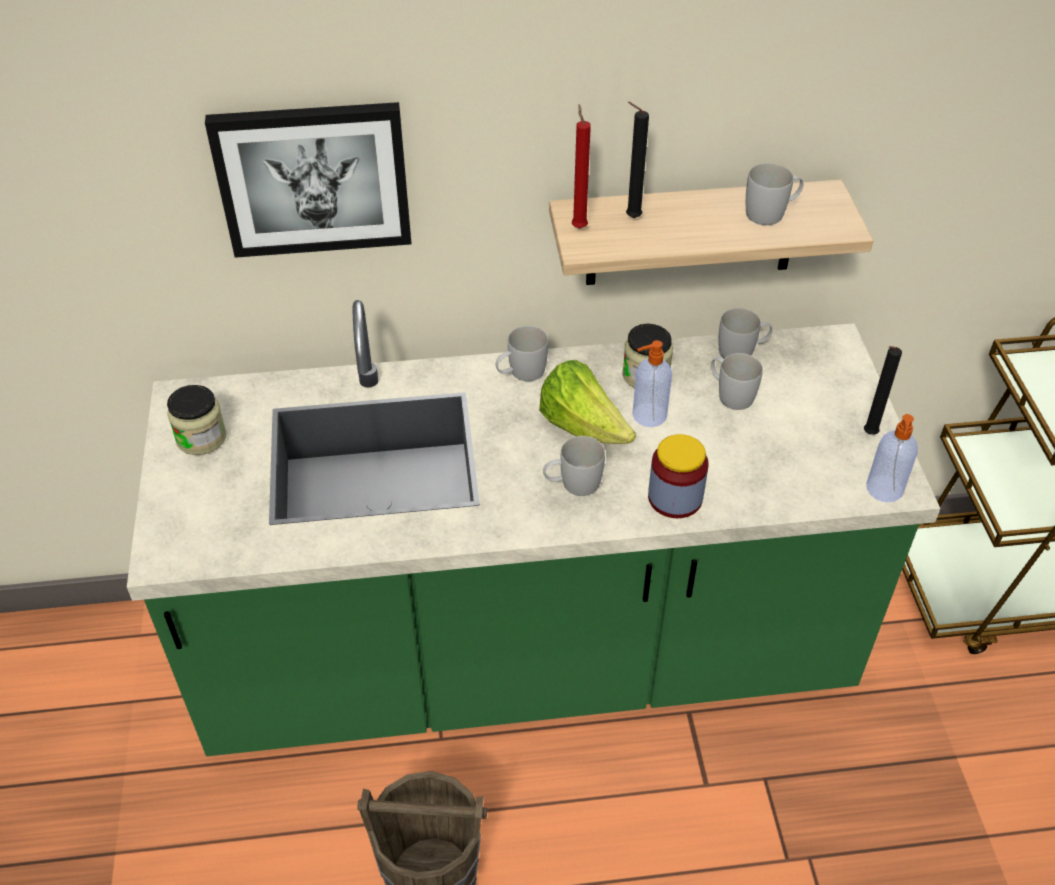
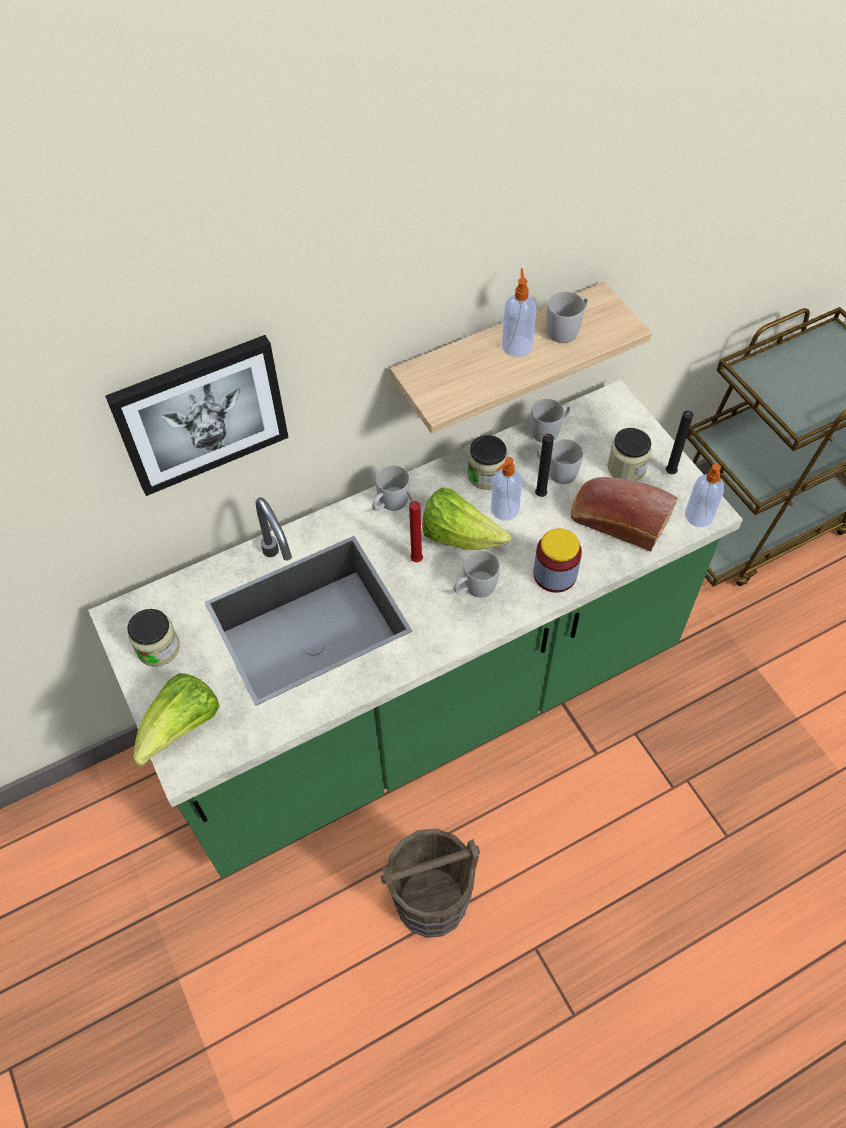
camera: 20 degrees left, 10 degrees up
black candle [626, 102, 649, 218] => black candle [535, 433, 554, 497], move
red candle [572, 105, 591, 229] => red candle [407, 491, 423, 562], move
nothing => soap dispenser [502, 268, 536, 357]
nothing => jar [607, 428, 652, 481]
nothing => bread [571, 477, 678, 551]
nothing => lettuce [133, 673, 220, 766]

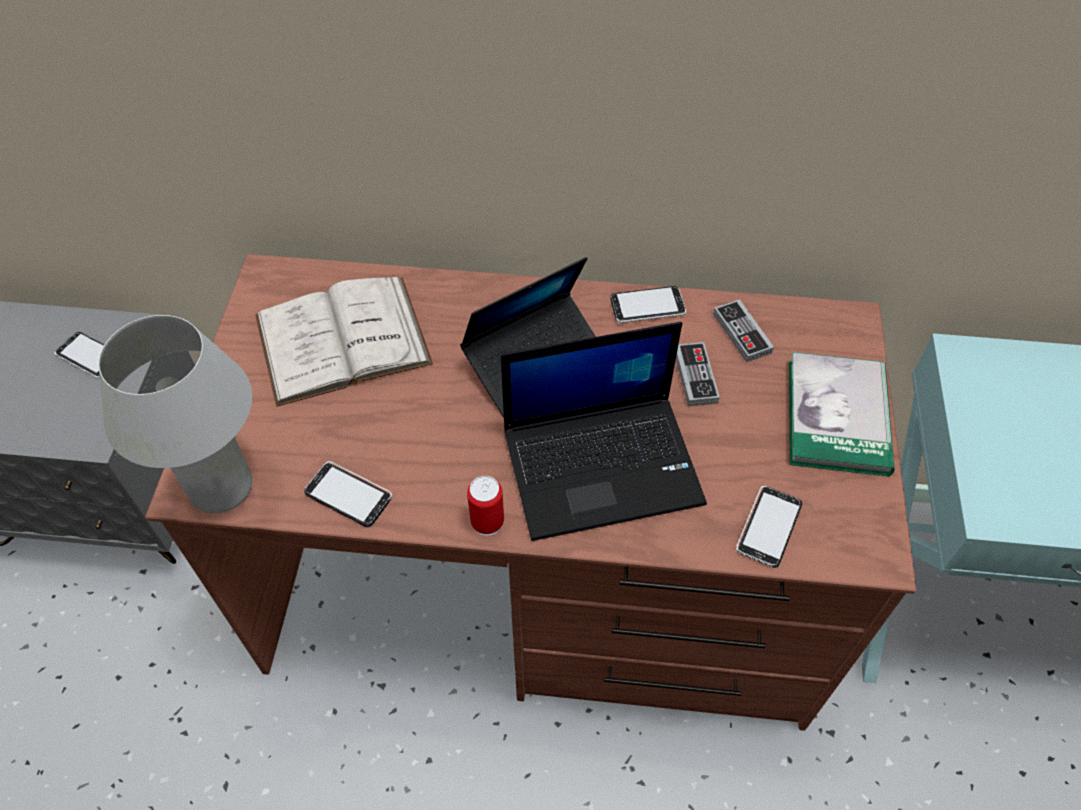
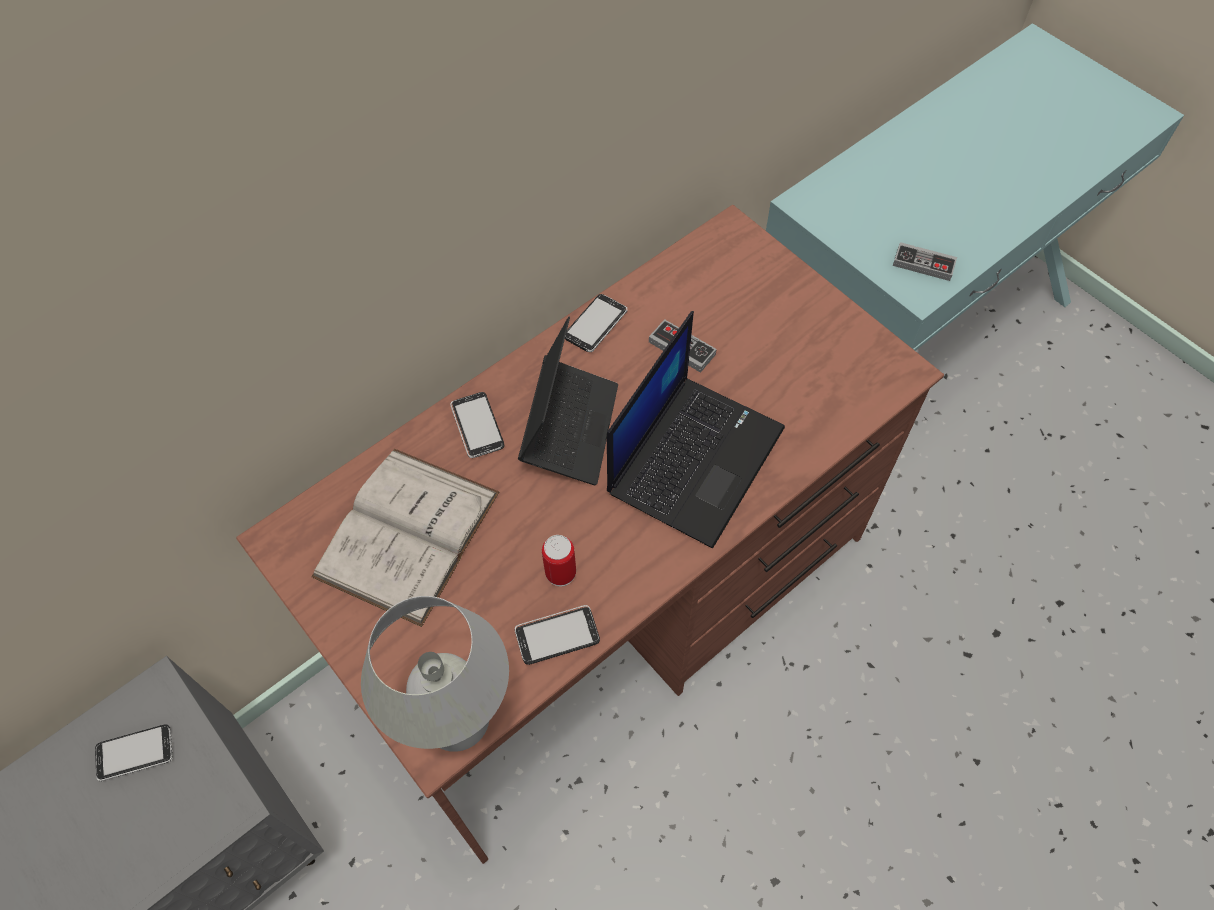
camera: 45 degrees left, 5 degrees up
game controller [713, 299, 774, 362] => game controller [893, 242, 957, 281], move
book [789, 352, 895, 477] => nothing
can [467, 476, 504, 536] => can [542, 535, 576, 587], move
phone [736, 486, 802, 568] => phone [450, 392, 504, 458], move

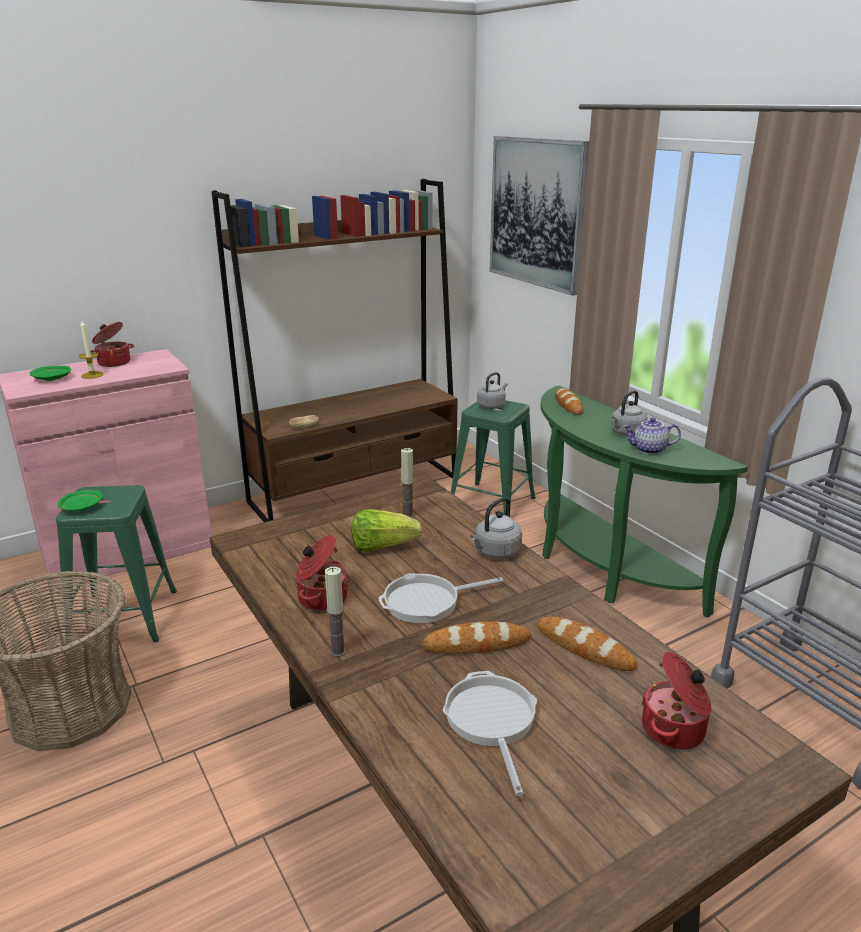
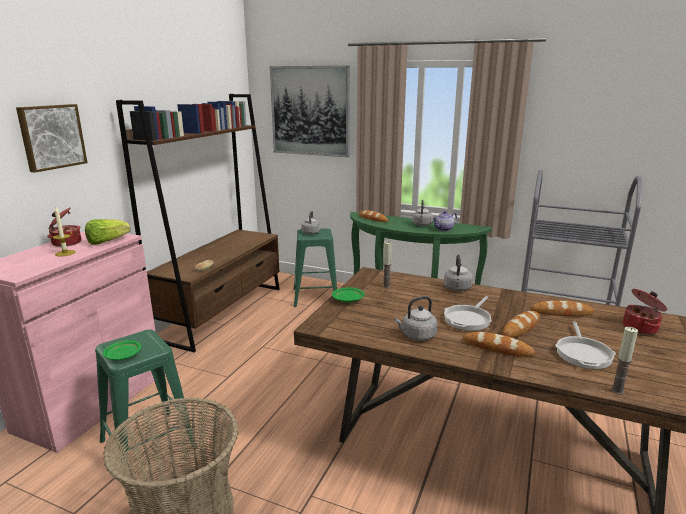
camera: 35 degrees left, 5 degrees down
green plate [30, 366, 71, 381] => green plate [332, 287, 365, 303], move
lettuce [352, 509, 422, 552] => lettuce [85, 219, 131, 245], move
cooking pot [296, 535, 348, 611] => grey kettle [394, 296, 437, 341]
candle [325, 567, 346, 657] => candle [611, 327, 638, 395], move
frying pan [443, 671, 537, 796] => frying pan [555, 321, 616, 369], 120 degrees counterclockwise
nothing => picture [16, 104, 87, 173]
nothing => bread [463, 332, 535, 357]

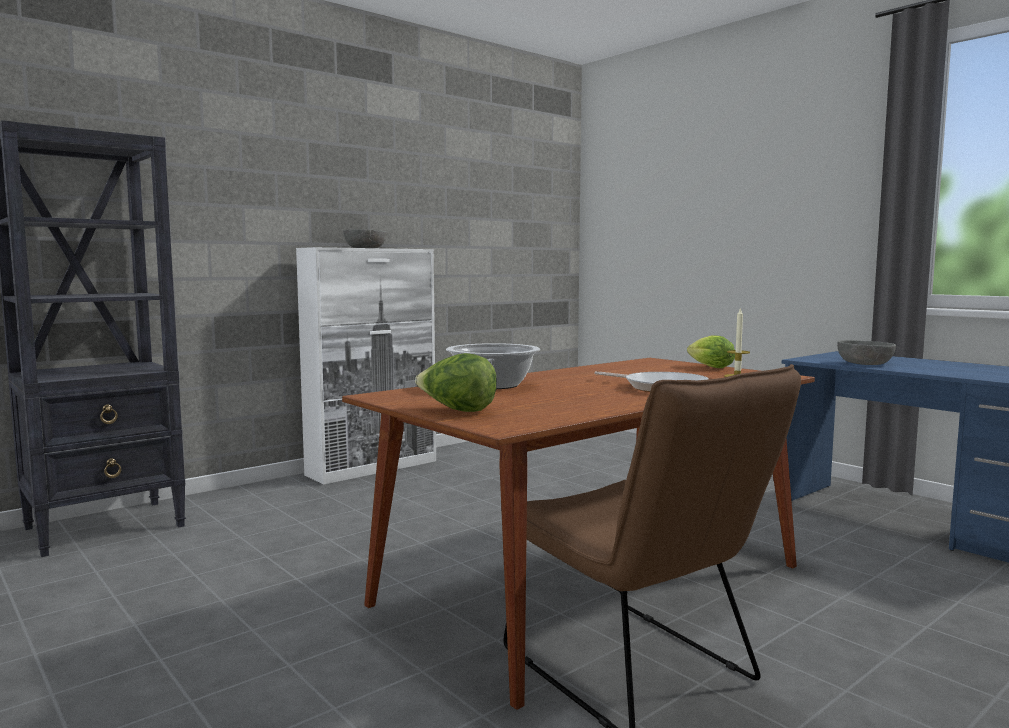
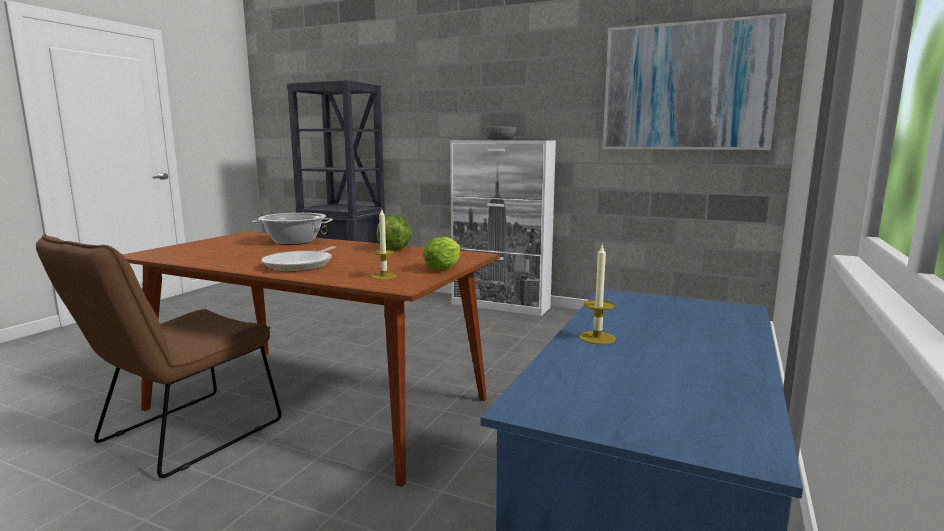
camera: 65 degrees right, 5 degrees up
grey bowl [837, 340, 896, 365] => nothing
lettuce [415, 353, 497, 412] => lettuce [376, 215, 412, 251], move
nothing => picture [602, 13, 786, 150]
nothing => candle [579, 245, 616, 344]

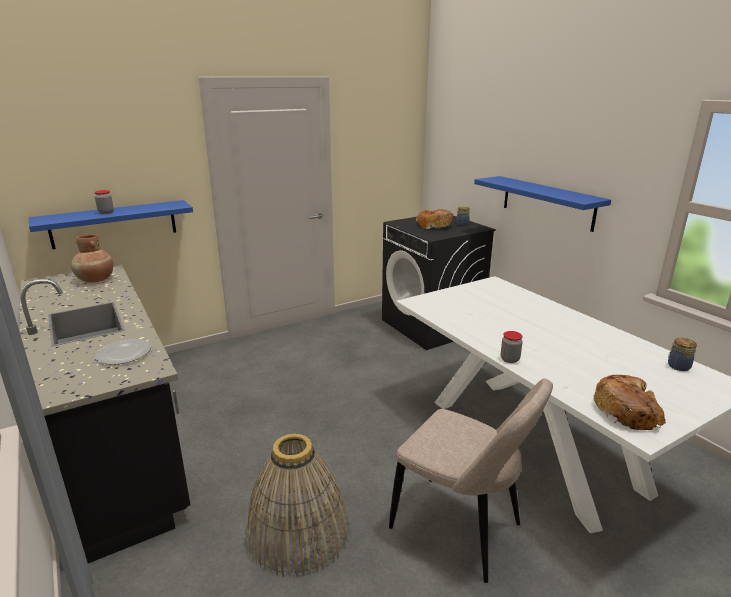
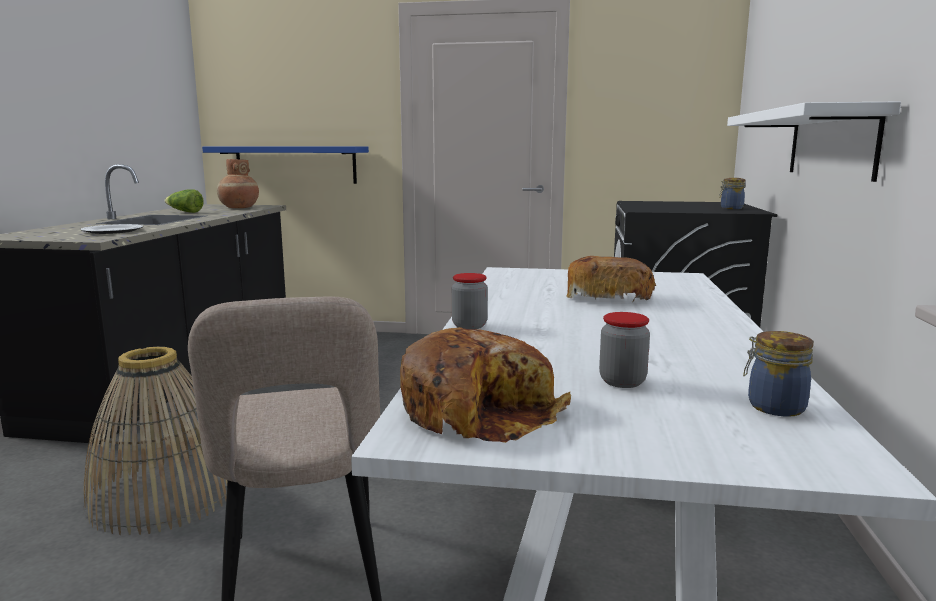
camera: 40 degrees right, 10 degrees down
blue shelf [474, 176, 611, 232] => white shelf [727, 102, 901, 182]
jar [94, 190, 114, 214] => jar [599, 312, 650, 388], move
bread [416, 209, 453, 229] => bread [566, 256, 656, 303], move
nothing => lettuce [165, 189, 204, 213]

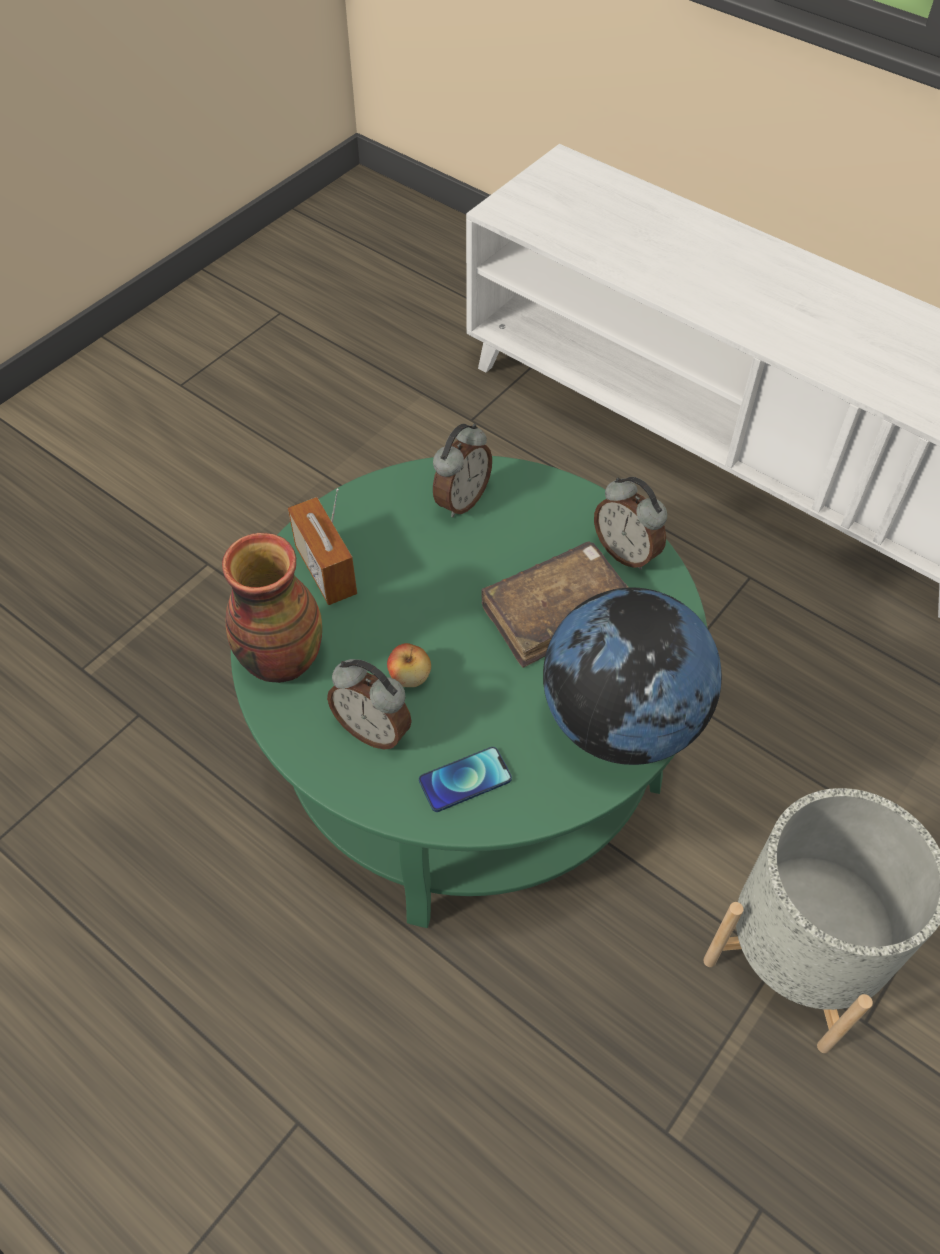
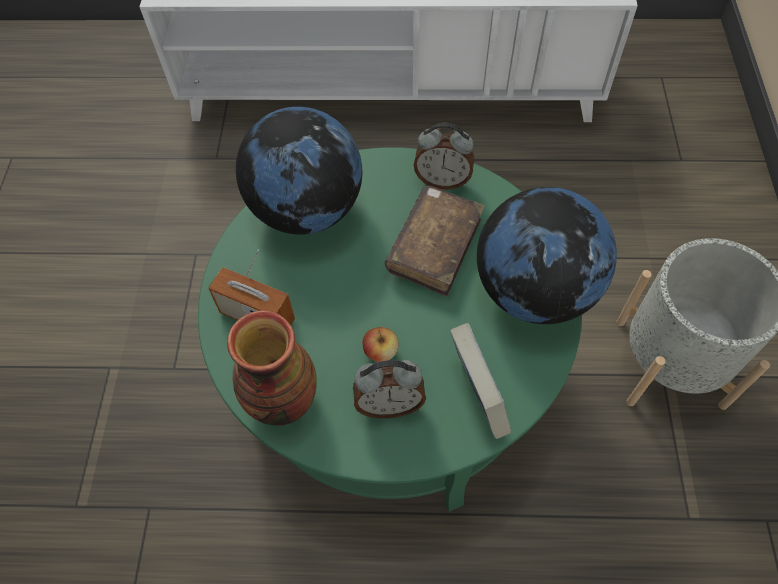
camera: 35 degrees left, 5 degrees up
alarm clock [433, 424, 492, 517] => globe [236, 107, 362, 235]
phone [419, 747, 512, 812] => book [450, 323, 511, 439]

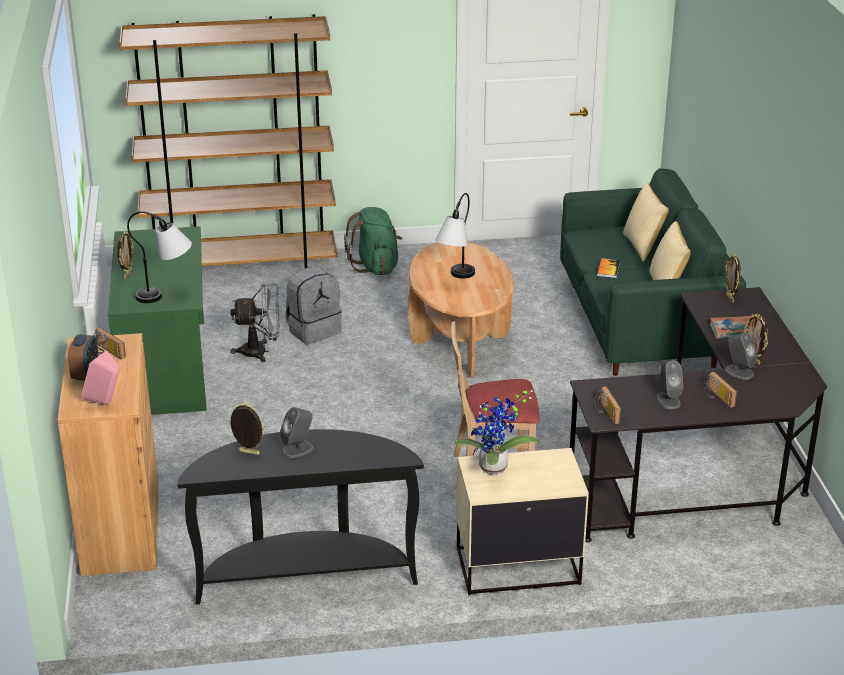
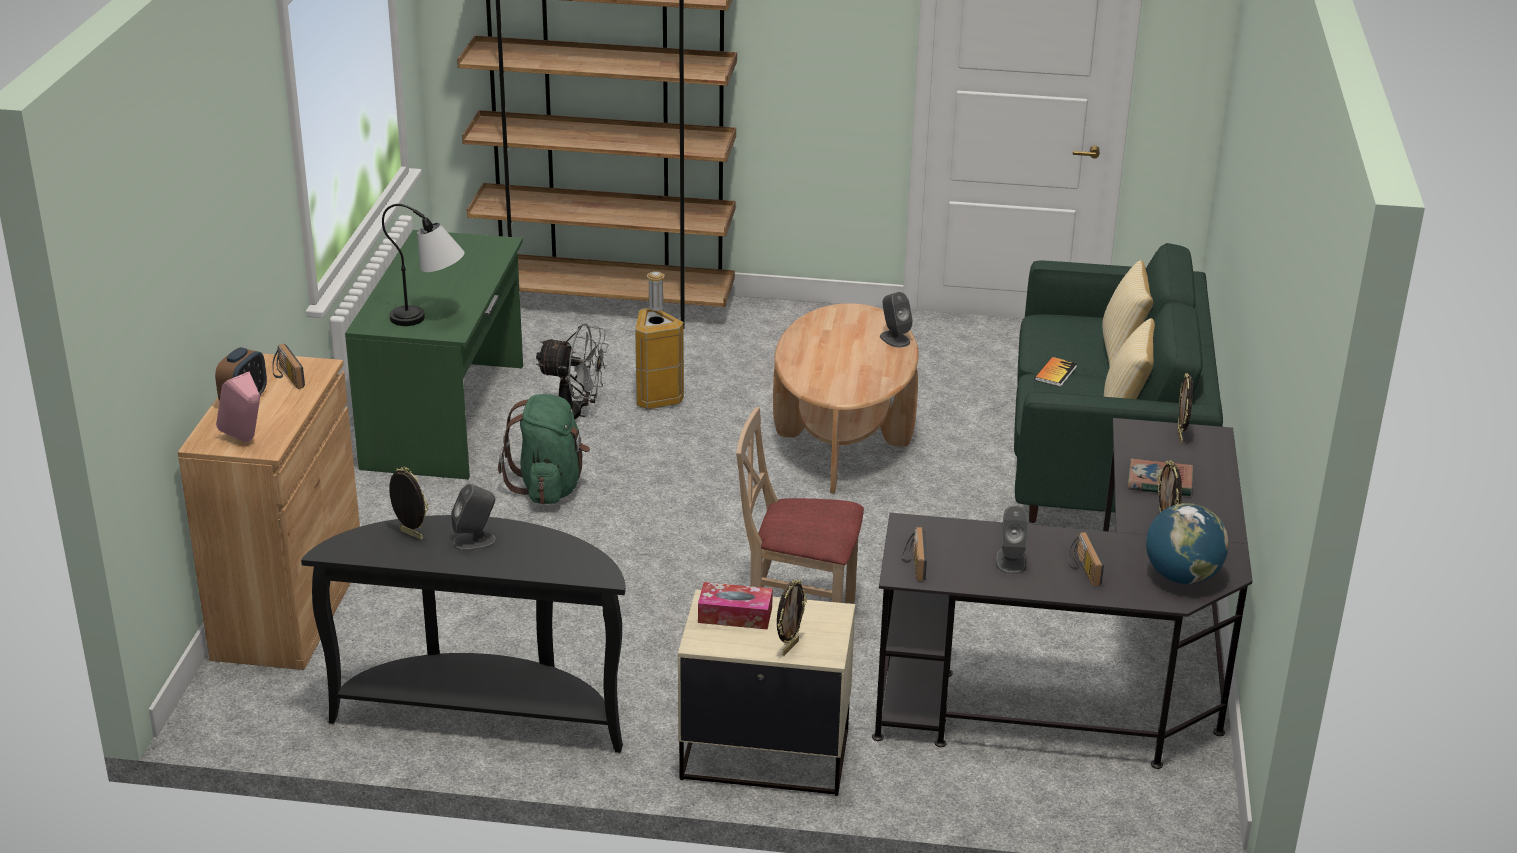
camera: 15 degrees right, 0 degrees up
table lamp [435, 193, 475, 279] => nothing
green backpack [344, 207, 402, 275] => green backpack [498, 394, 590, 505], move
picture frame [117, 231, 134, 279] => picture frame [777, 579, 807, 656], move
grey backpack [286, 267, 342, 344] => trash can [635, 271, 684, 409]
grey speaker [725, 332, 757, 380] => grey speaker [880, 292, 913, 348], move
potted plant [455, 390, 540, 474] => tissue box [698, 582, 773, 629]
nothing => globe [1146, 503, 1229, 584]

